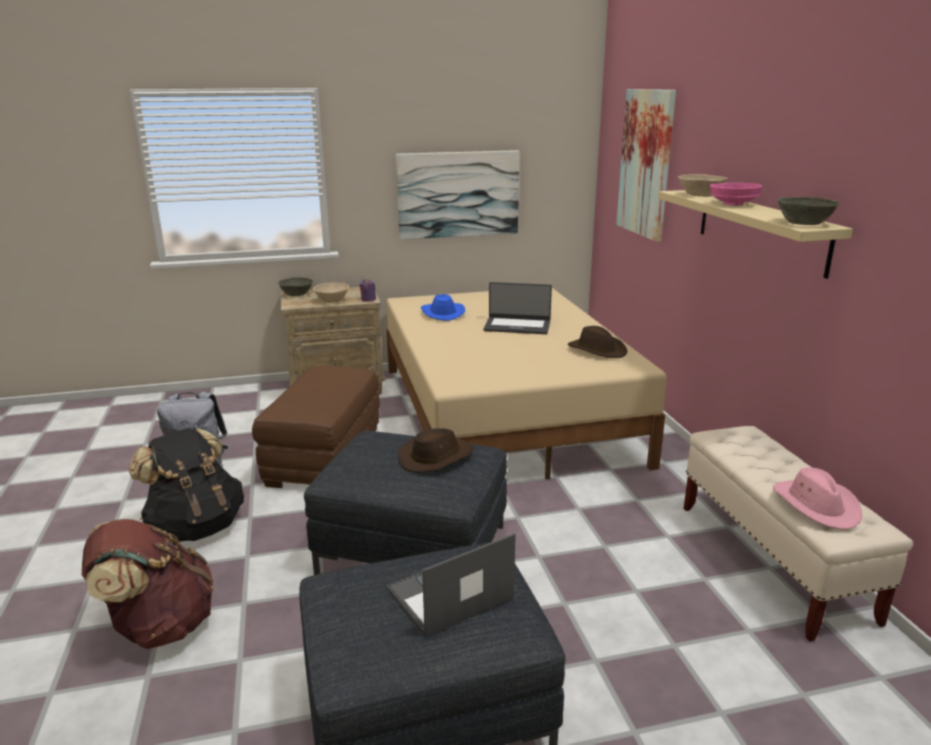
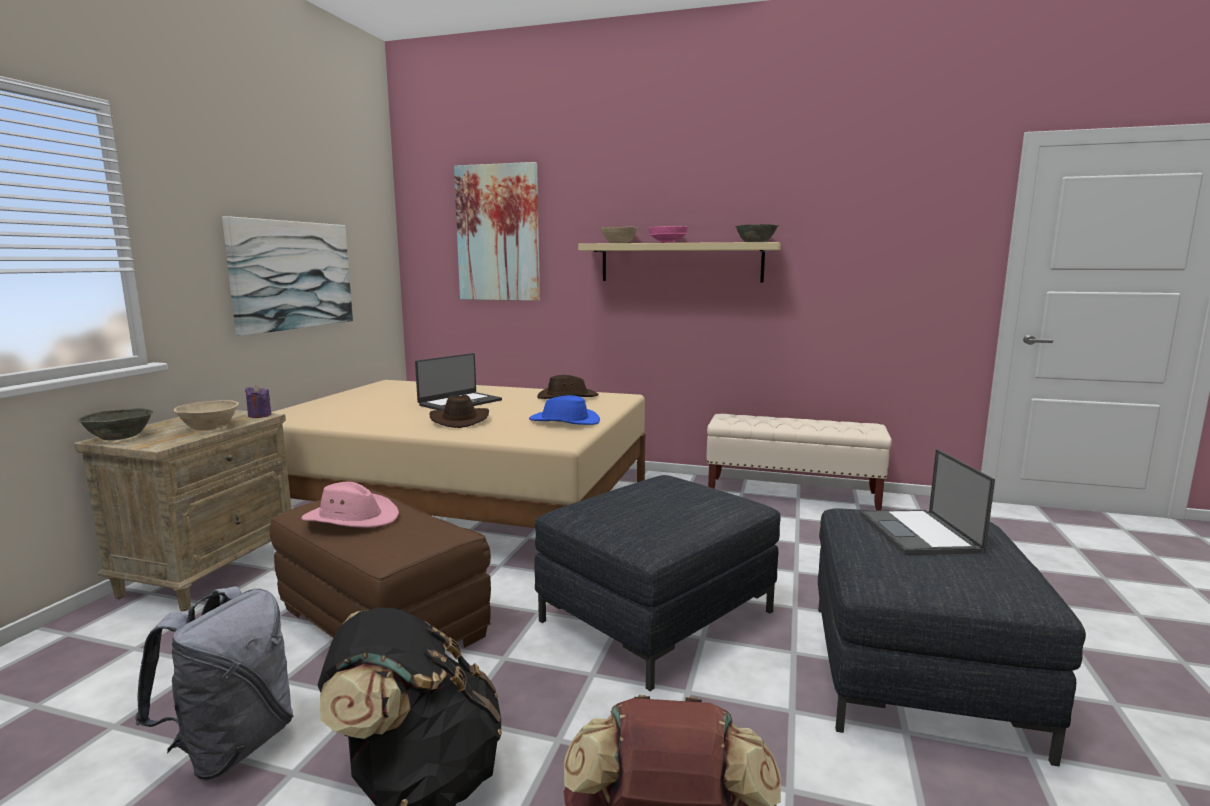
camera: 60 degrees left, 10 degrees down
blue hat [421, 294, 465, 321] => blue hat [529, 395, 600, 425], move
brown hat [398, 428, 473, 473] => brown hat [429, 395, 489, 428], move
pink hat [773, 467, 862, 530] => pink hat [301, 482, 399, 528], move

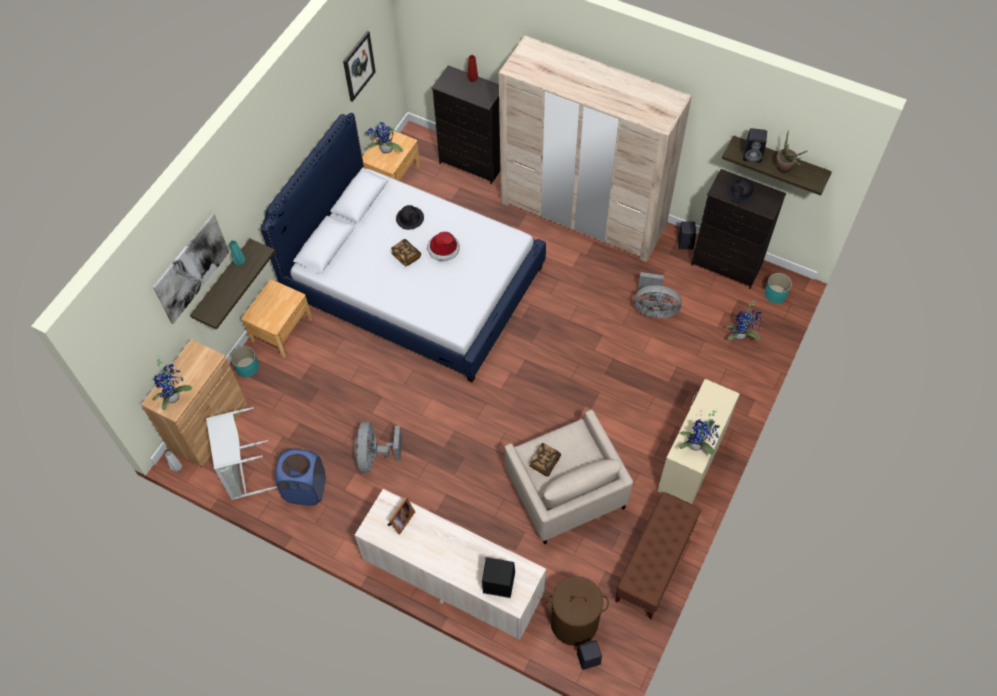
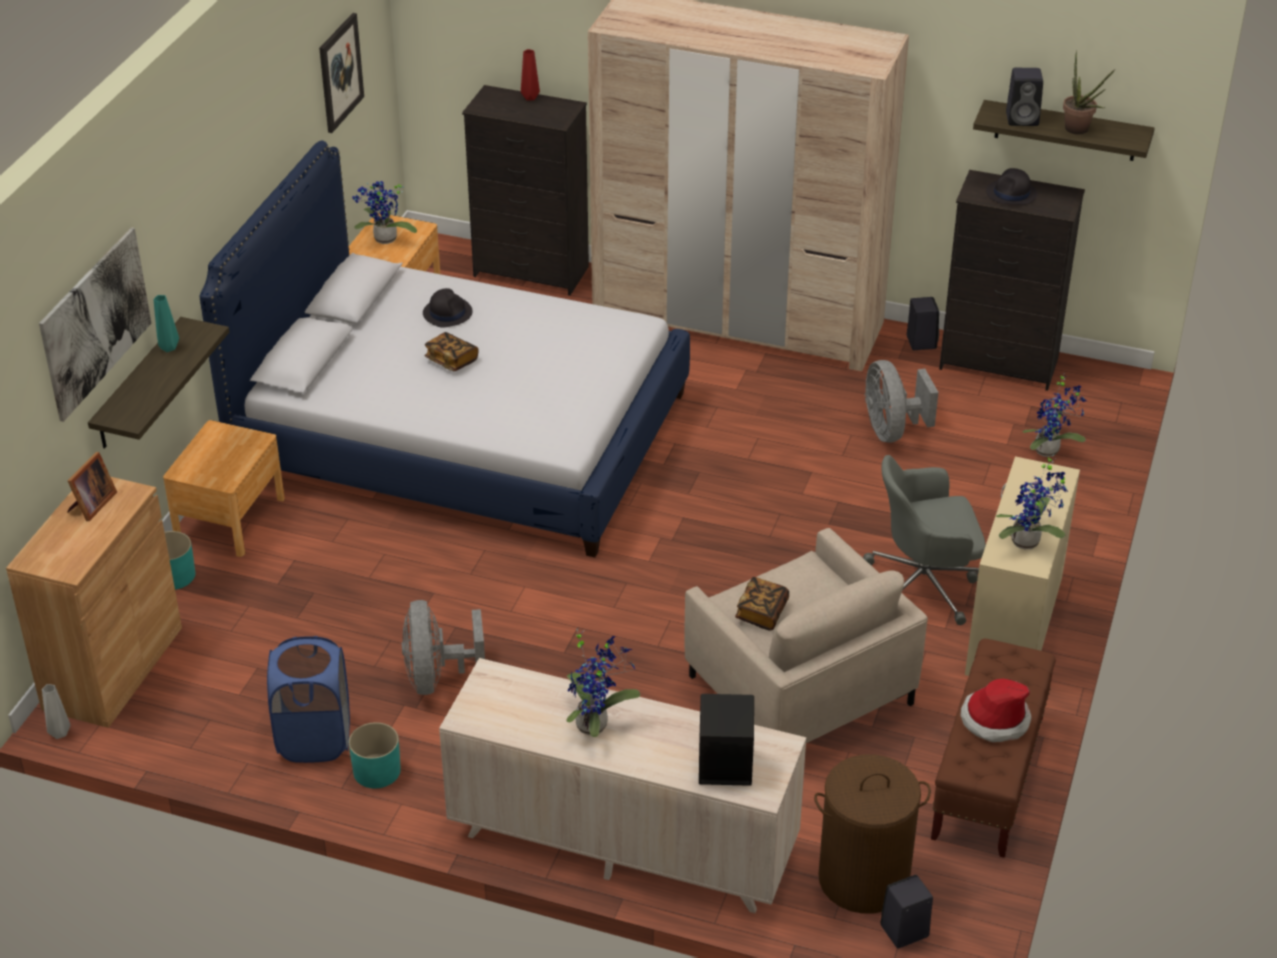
camera: 10 degrees left, 20 degrees down
hat [427, 232, 460, 261] => hat [961, 679, 1031, 742], move
grey fan [634, 272, 682, 318] => grey fan [865, 360, 939, 442], 75 degrees clockwise
turquoise planter [765, 273, 792, 303] => turquoise planter [349, 722, 401, 788], move
potted plant [152, 357, 192, 410] => potted plant [566, 629, 640, 737], move
grey laundry basket [206, 407, 277, 500] => nothing
picture frame [388, 497, 415, 535] => picture frame [68, 452, 117, 521], move
nothing => grey office chair [863, 455, 986, 625]

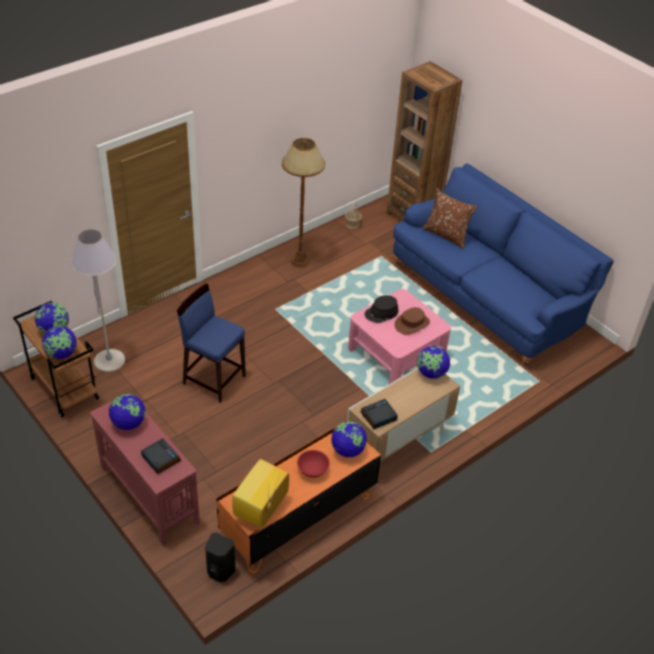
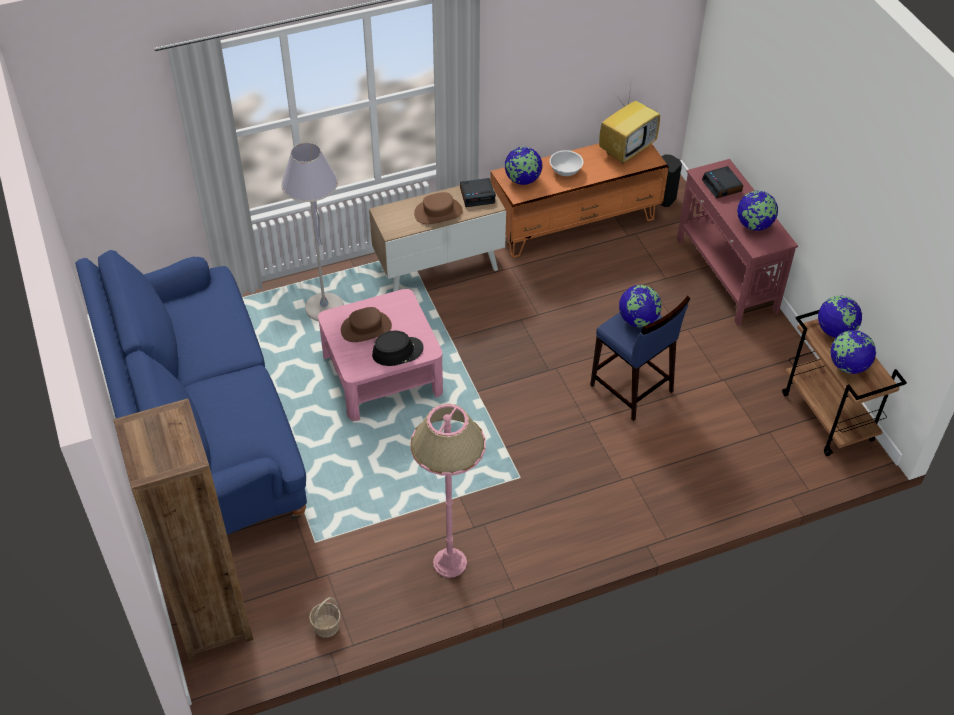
camera: 160 degrees left, 5 degrees up
brown floor lamp [282, 138, 325, 267] => pink floor lamp [410, 404, 486, 578]
brown pillow [422, 188, 478, 249] => nothing
grey floor lamp [71, 229, 125, 372] => grey floor lamp [281, 143, 344, 321], move
globe [417, 346, 450, 379] => globe [619, 285, 662, 327], move
red bowl [297, 450, 330, 478] => white bowl [550, 150, 583, 176]
nothing => brown hat [414, 192, 463, 224]

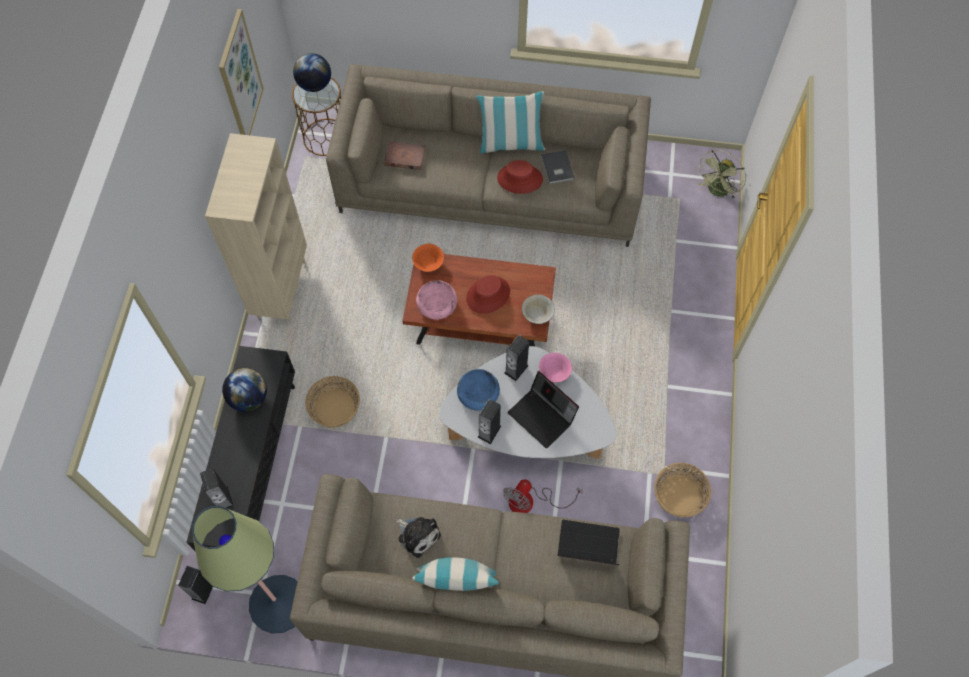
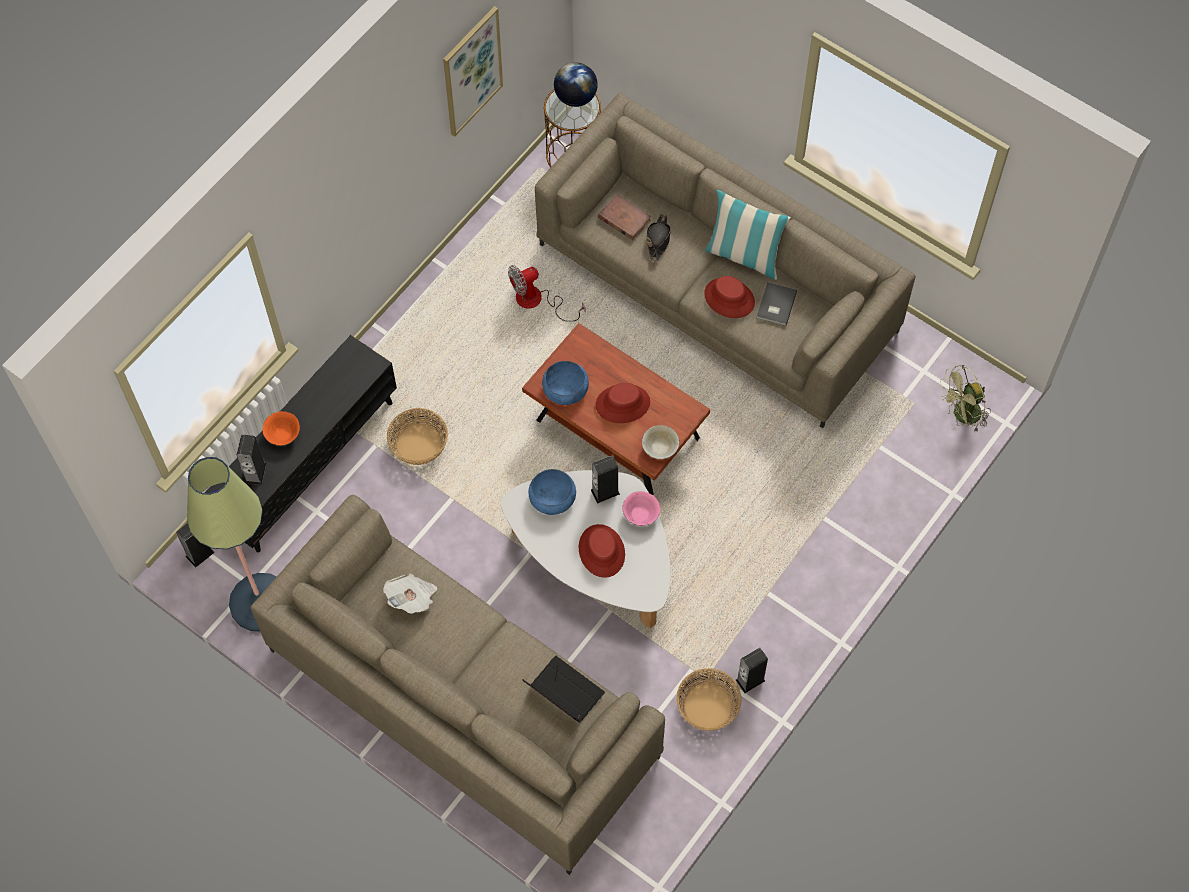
camera: 30 degrees right, 0 degrees up
beige bookcase [205, 133, 307, 322] => nothing
orange bowl [412, 244, 444, 272] => orange bowl [263, 411, 300, 446], move
pink bowl [416, 280, 457, 320] => blue bowl [542, 361, 589, 405]
globe [222, 368, 267, 412] => nothing
laptop [507, 371, 579, 448] => red hat [579, 524, 625, 578]
speaker [477, 399, 501, 444] => speaker [736, 647, 768, 693], move
fan [503, 479, 583, 513] => fan [508, 265, 586, 322], move
plush toy [396, 517, 441, 558] => newspaper [383, 573, 437, 614]
pillow [412, 557, 499, 591] => nothing
nothing => black hat [647, 214, 671, 262]

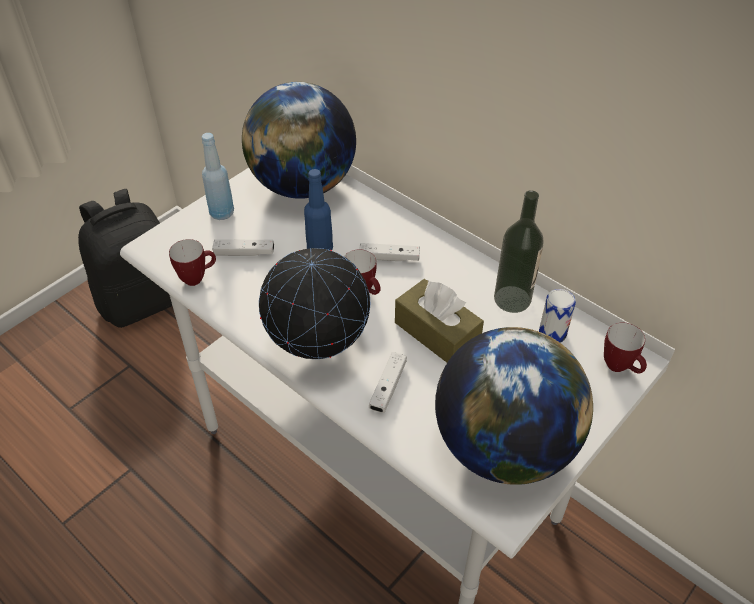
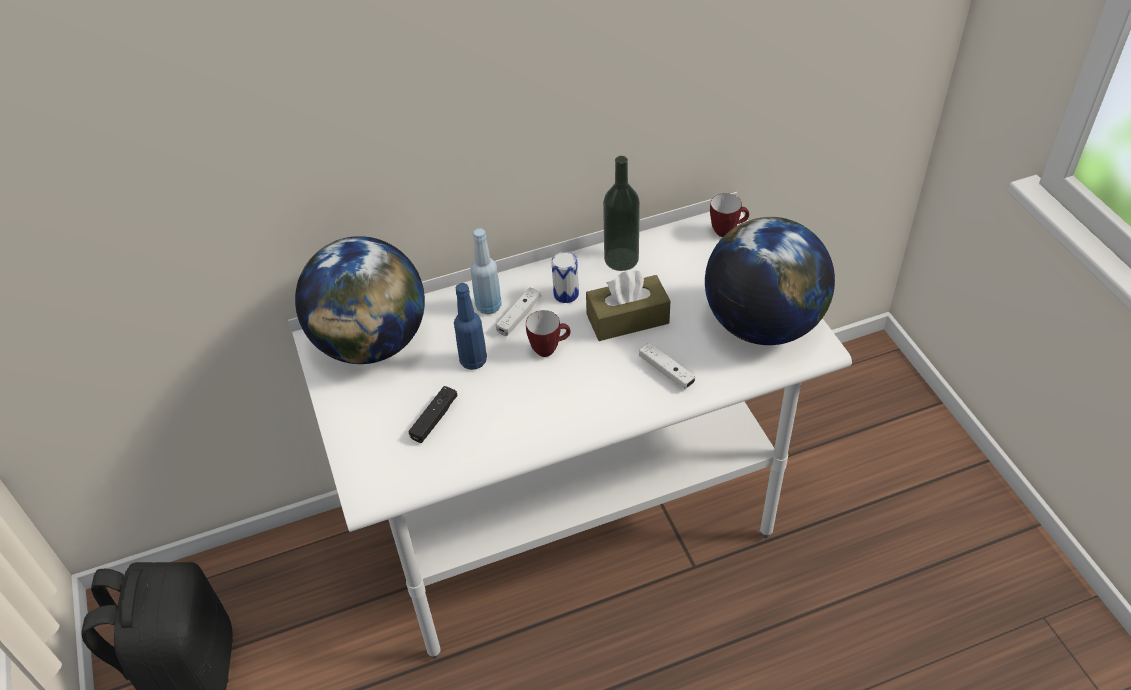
camera: 60 degrees left, 0 degrees up
blue bottle [202, 133, 234, 220] => blue bottle [470, 228, 502, 314], move
mug [169, 239, 216, 286] => nothing
white game controller [212, 239, 274, 256] => black game controller [409, 386, 458, 443]
globe [259, 248, 370, 359] => nothing
can [539, 289, 576, 343] => can [551, 252, 579, 303], move

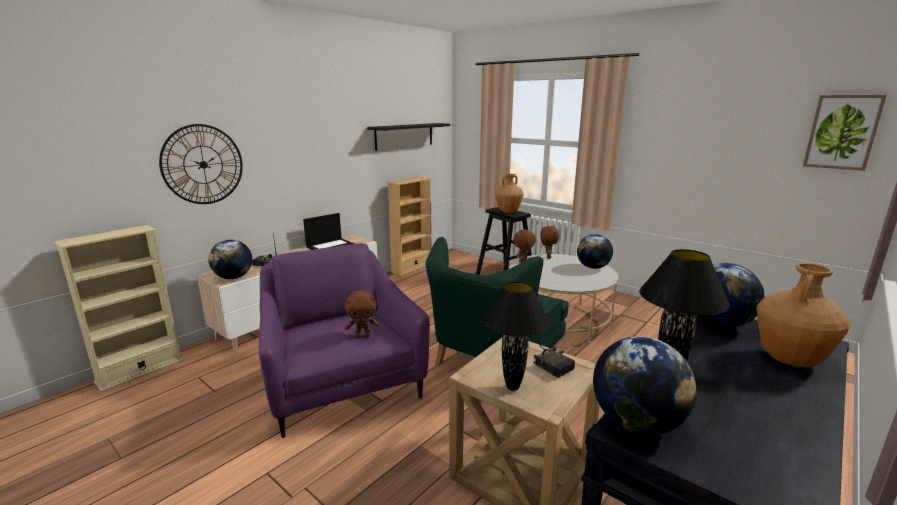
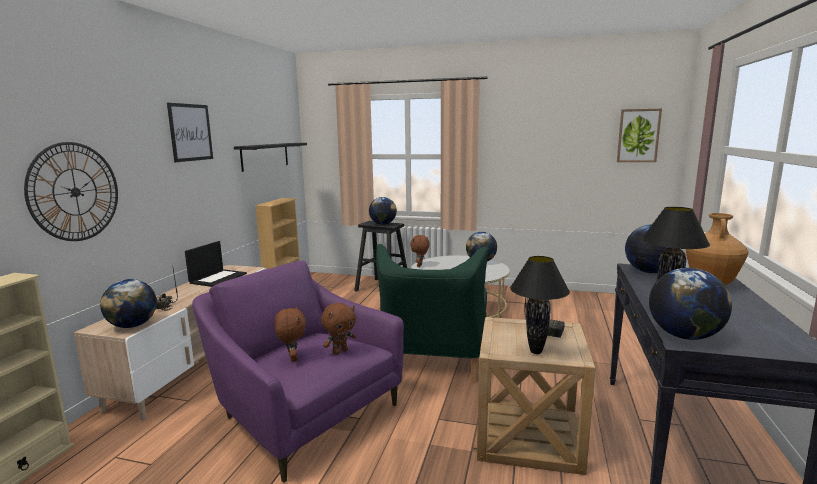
camera: 25 degrees left, 5 degrees down
brown vase [495, 174, 524, 213] => globe [369, 197, 397, 225]
brown plush toy [540, 226, 560, 259] => brown plush toy [275, 306, 306, 362], move
nothing => picture [167, 103, 213, 162]

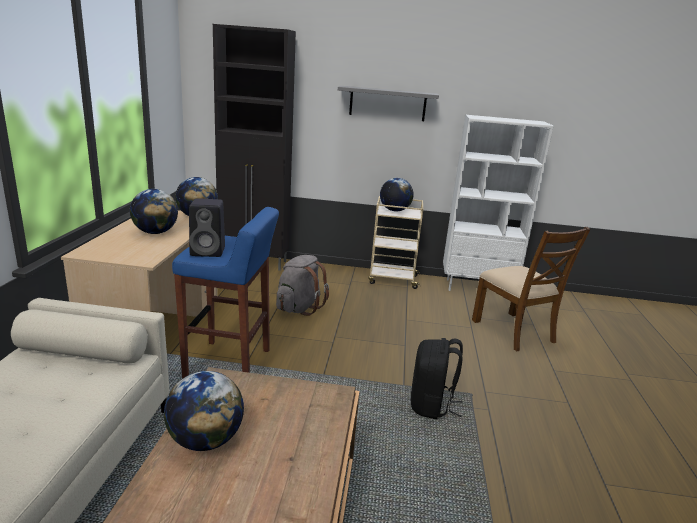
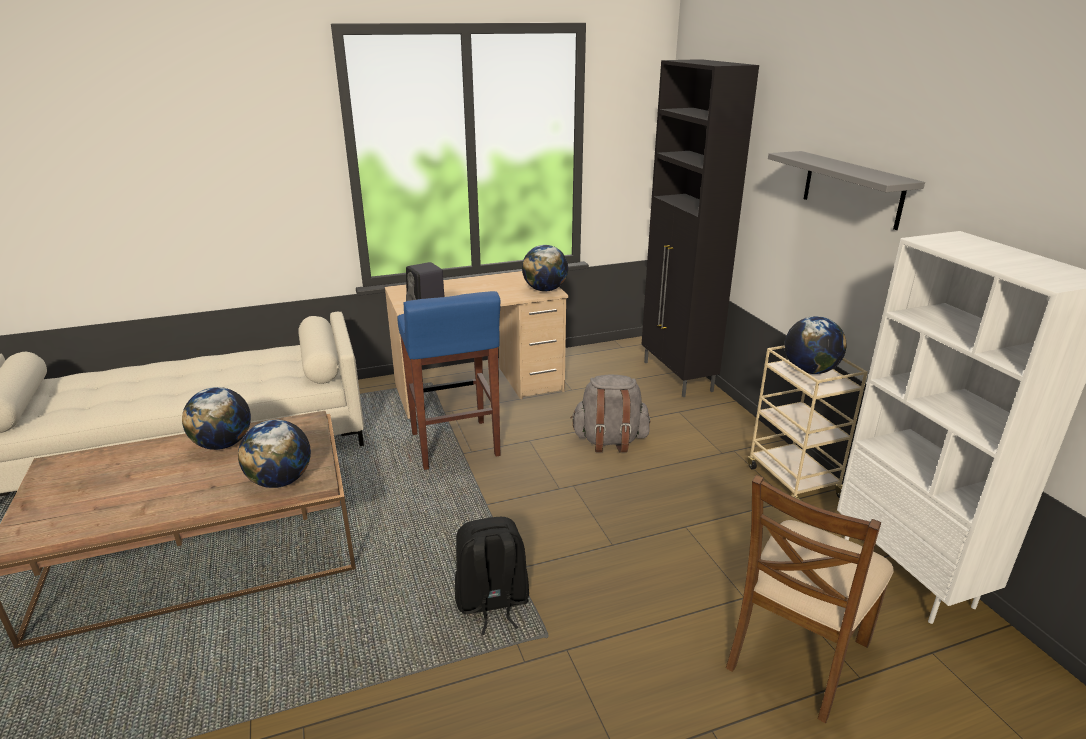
camera: 65 degrees right, 5 degrees up
globe [130, 189, 178, 234] => globe [238, 420, 311, 488], move

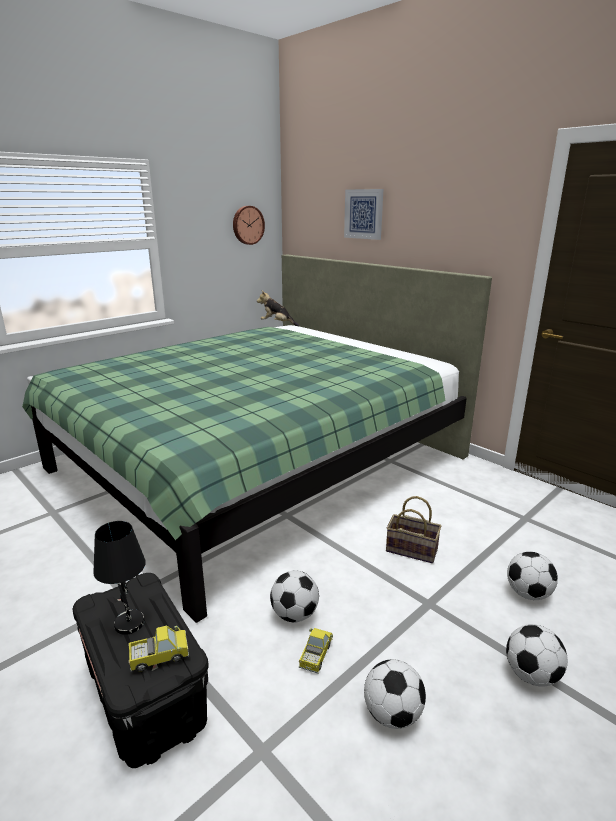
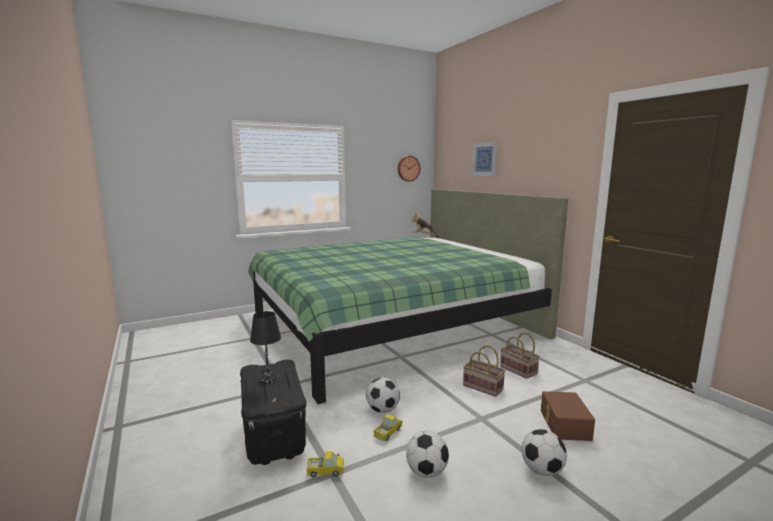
camera: 15 degrees right, 10 degrees down
football [507, 552, 558, 600] => brown storage box [541, 391, 595, 441]
toy truck [128, 626, 189, 672] => toy truck [306, 451, 344, 478], move
nothing => basket [500, 333, 540, 379]

